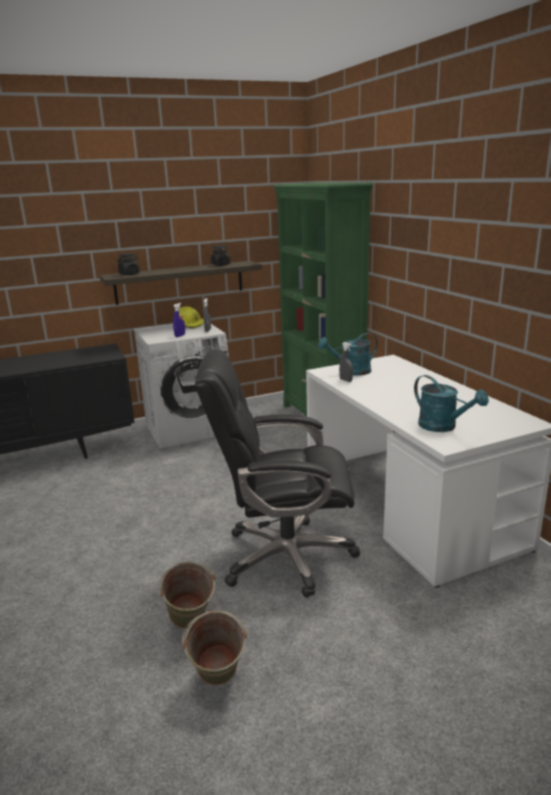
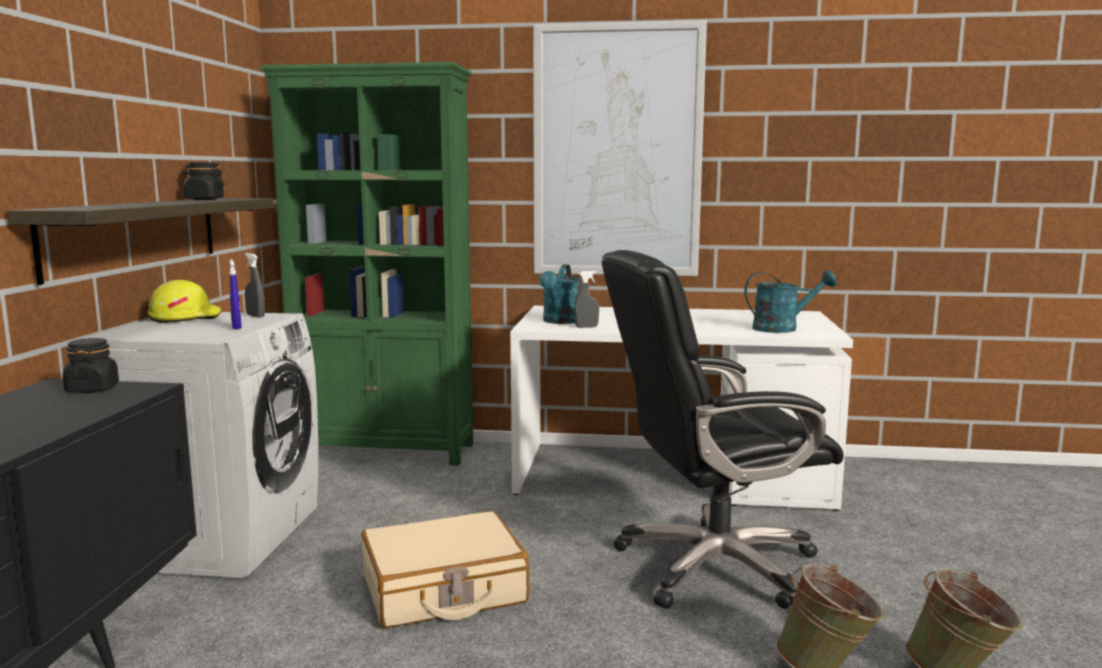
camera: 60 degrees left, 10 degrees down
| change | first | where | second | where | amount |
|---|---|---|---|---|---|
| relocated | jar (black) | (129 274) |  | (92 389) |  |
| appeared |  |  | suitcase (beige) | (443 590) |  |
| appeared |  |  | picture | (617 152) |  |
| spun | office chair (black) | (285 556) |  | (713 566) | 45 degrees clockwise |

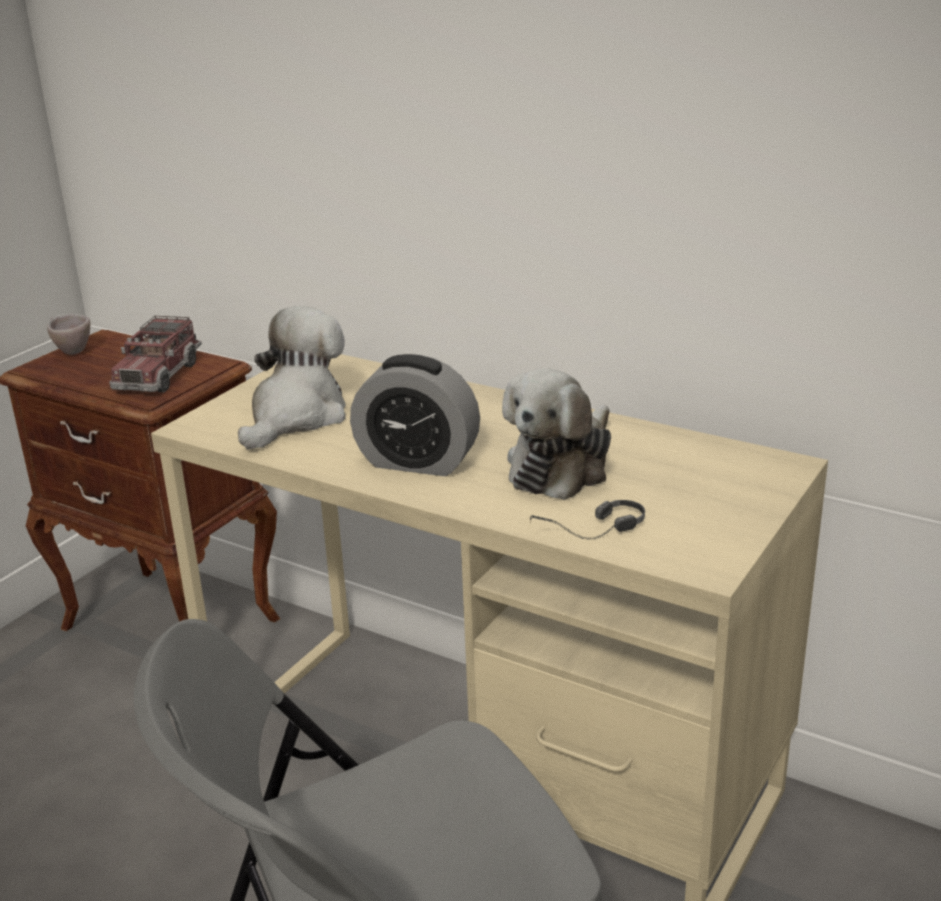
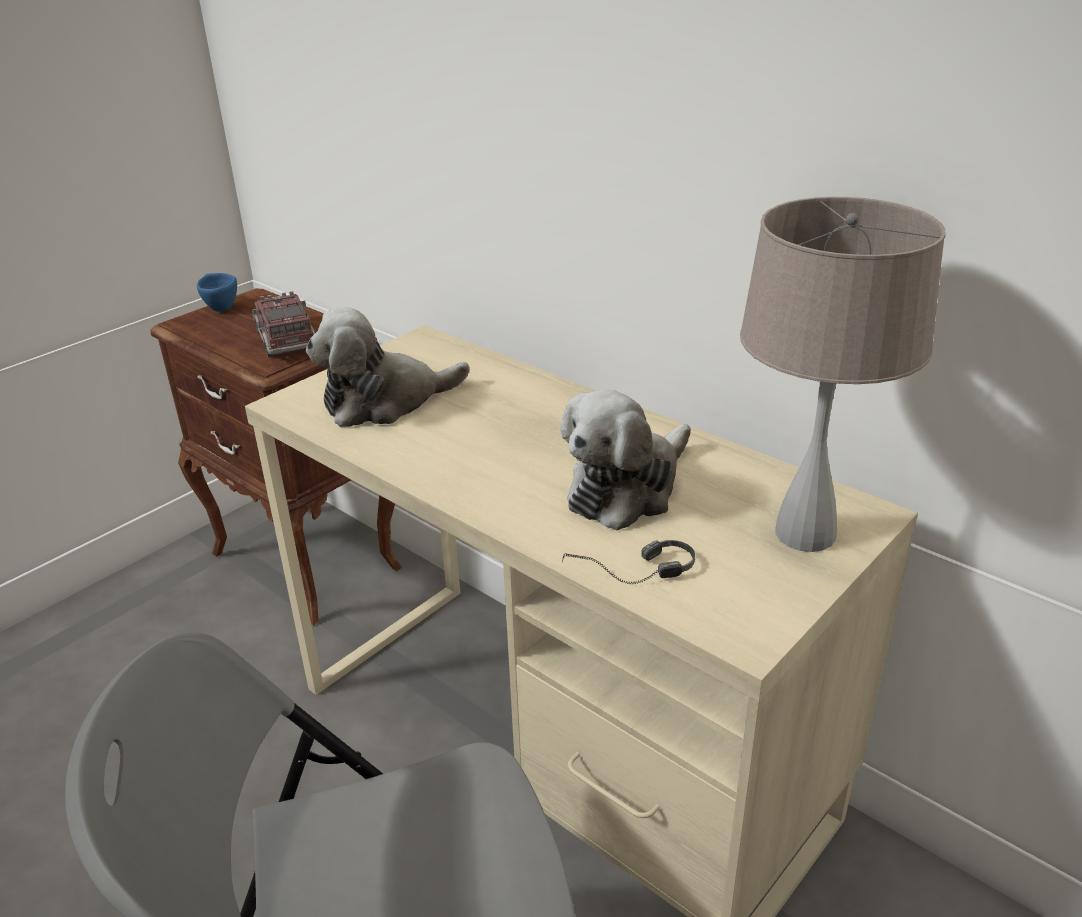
camera: 10 degrees right, 5 degrees up
| change | first | where | second | where | amount |
|---|---|---|---|---|---|
| colour | cup (beige) | (69 351) | cup (blue) | (219 307) |  |
| spun | toy truck | (158 375) |  | (286 340) | 135 degrees clockwise |
| spun | plush toy | (296 417) |  | (385 402) | 150 degrees counterclockwise |
| appeared |  |  | table lamp (beige) | (806 534) |  |
| missing | alarm clock | (417 462) |  |  |  |

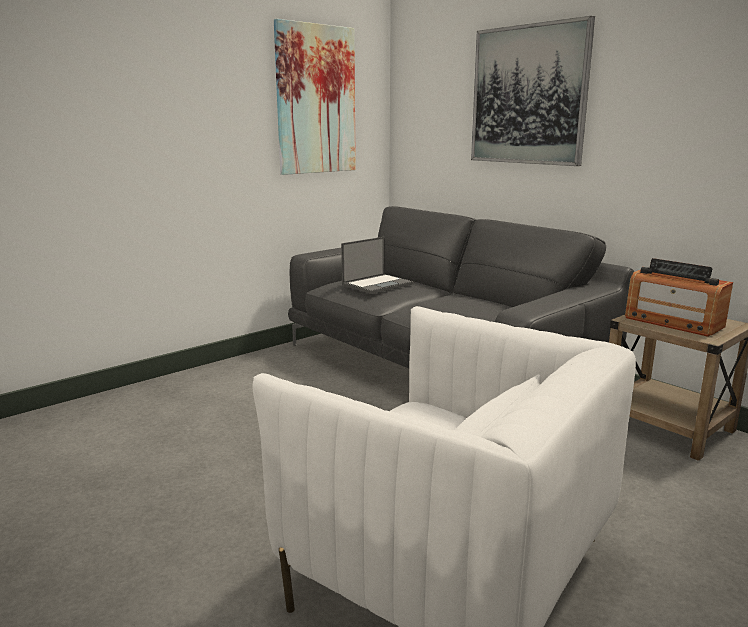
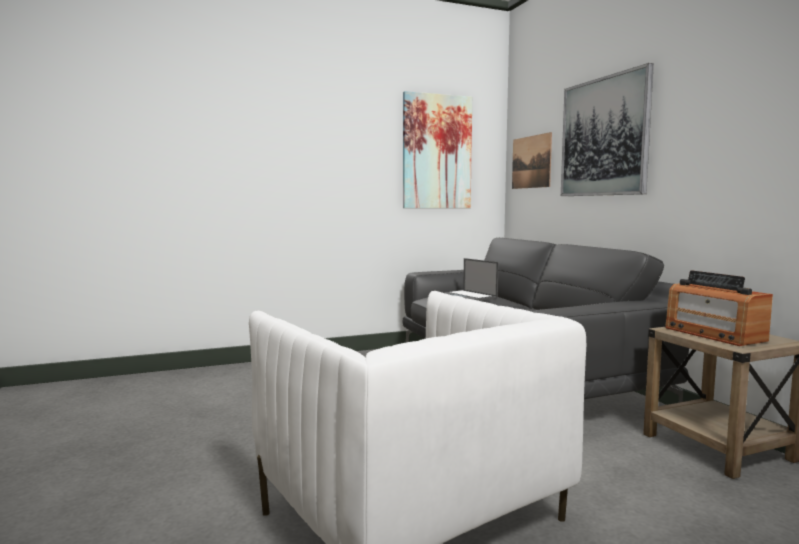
camera: 20 degrees right, 10 degrees down
| change | first | where | second | where | amount |
|---|---|---|---|---|---|
| spun | laptop | (378 284) |  | (467 297) | 75 degrees clockwise |
| appeared |  |  | picture | (531 162) |  |

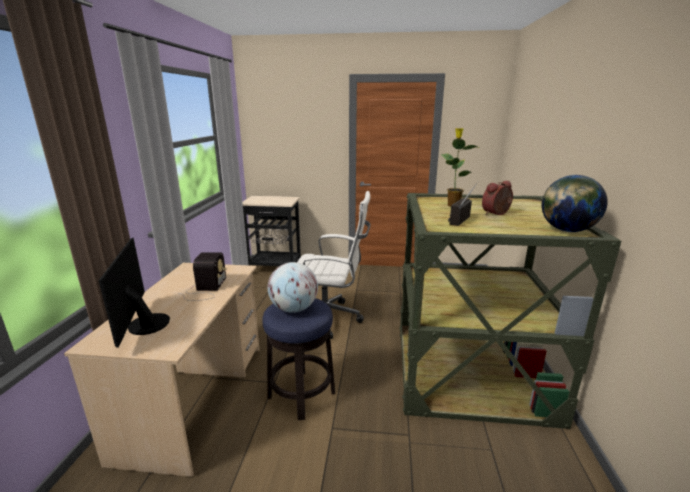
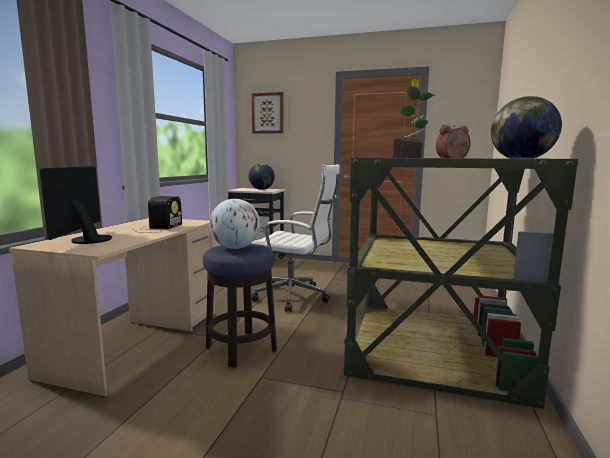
camera: 10 degrees right, 10 degrees down
| change | first | where | second | where | amount |
|---|---|---|---|---|---|
| appeared |  |  | globe | (261 189) |  |
| appeared |  |  | picture | (268 113) |  |

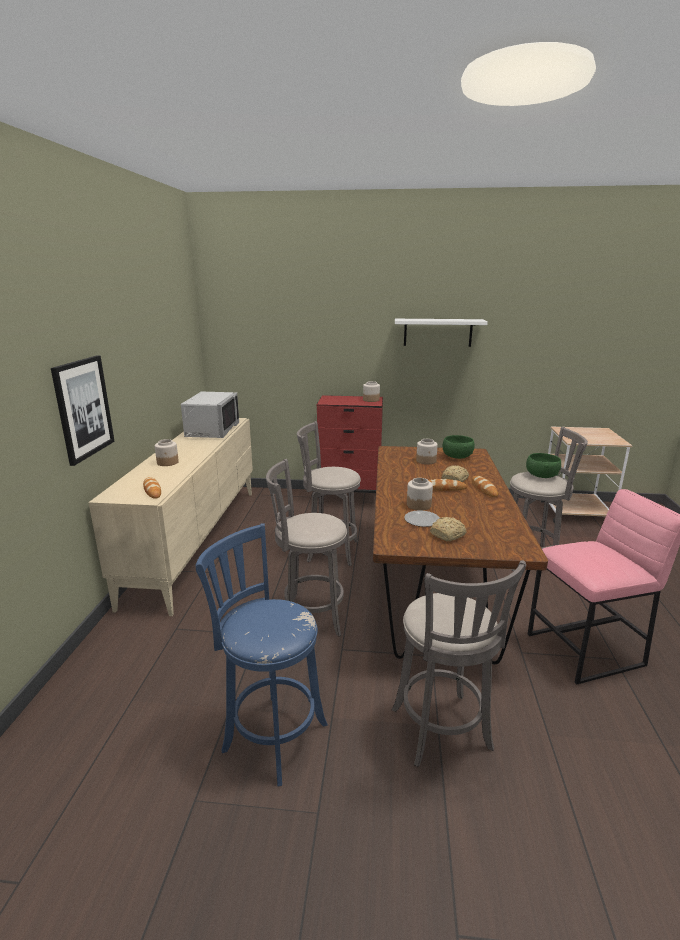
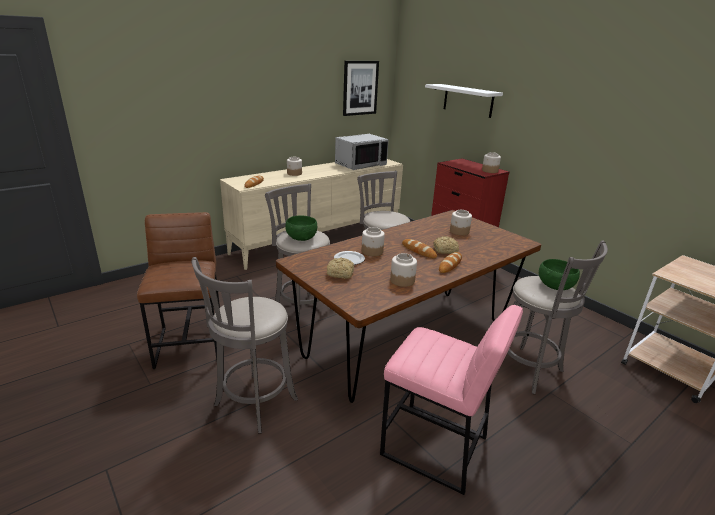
camera: 45 degrees right, 5 degrees up
| change | first | where | second | where | amount |
|---|---|---|---|---|---|
| exchanged | stool (blue) | (271 735) | chair (brown) | (190 343) |  |
| relocated | bowl (green) | (457 457) |  | (301 238) |  |
| relocated | picture | (83 408) |  | (360 88) |  |
| appeared |  |  | jar | (402 280) |  |
| relocated | shelf (white) | (437 332) |  | (468 100) |  |

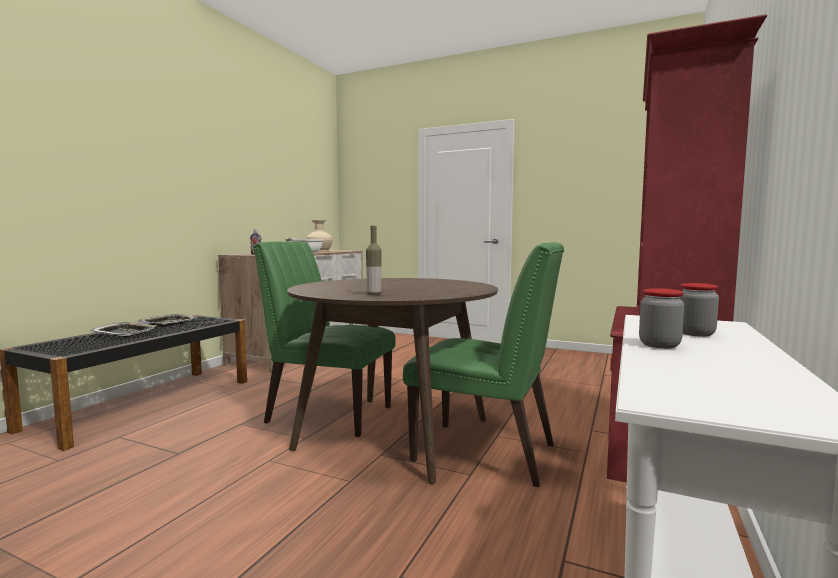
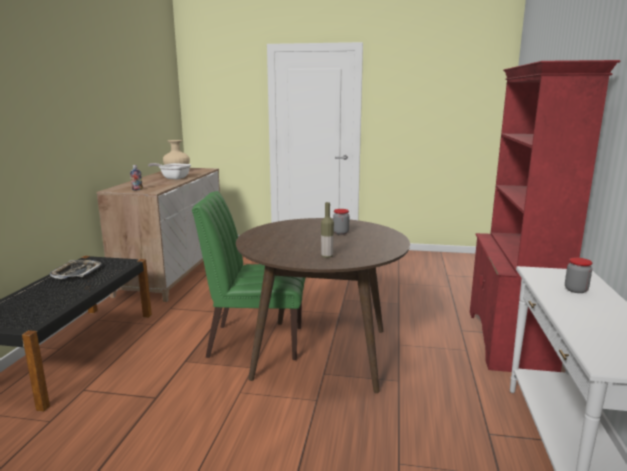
camera: 15 degrees left, 10 degrees up
| change | first | where | second | where | amount |
|---|---|---|---|---|---|
| relocated | jar | (659 345) |  | (341 232) |  |
| missing | tray | (125 334) |  |  |  |
| missing | chair (green) | (483 452) |  |  |  |

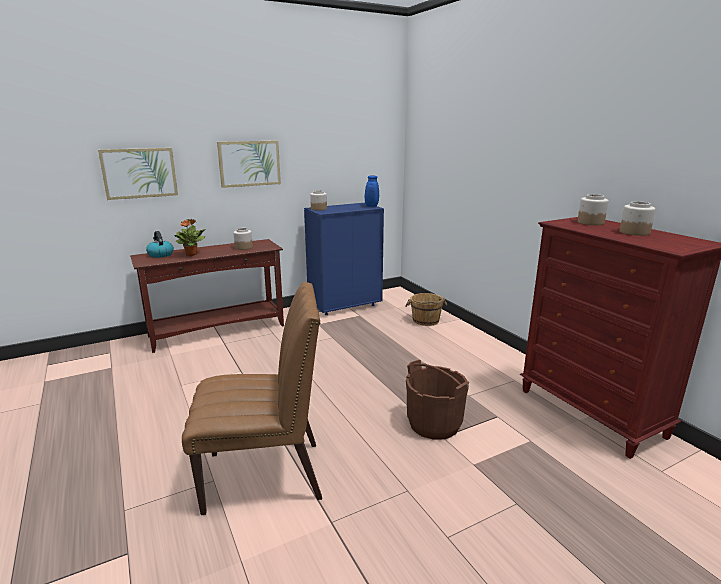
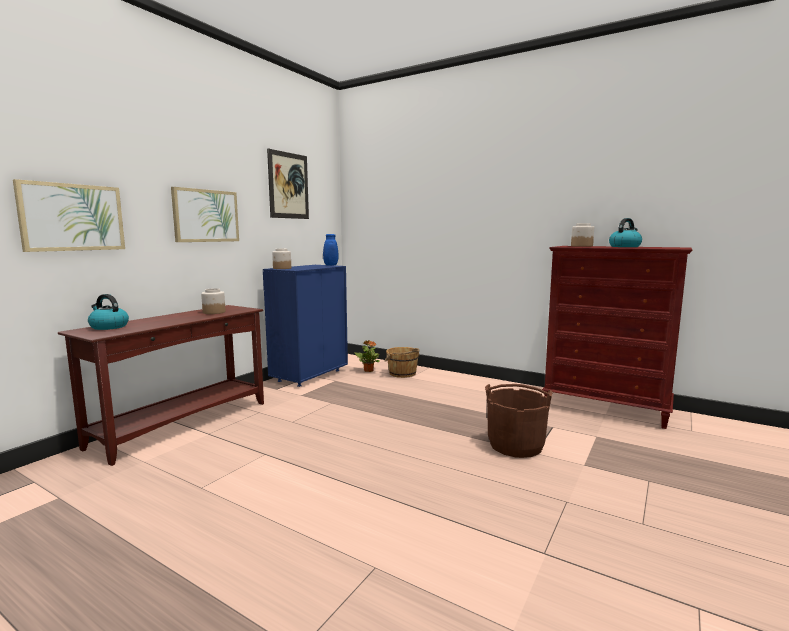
camera: 30 degrees left, 10 degrees down
| change | first | where | second | where | amount |
|---|---|---|---|---|---|
| appeared |  |  | picture | (288 185) |  |
| relocated | potted plant | (192 254) |  | (368 370) |  |
| exchanged | jar | (634 232) | kettle | (624 246) |  |
| missing | chair (brown) | (263 476) |  |  |  |

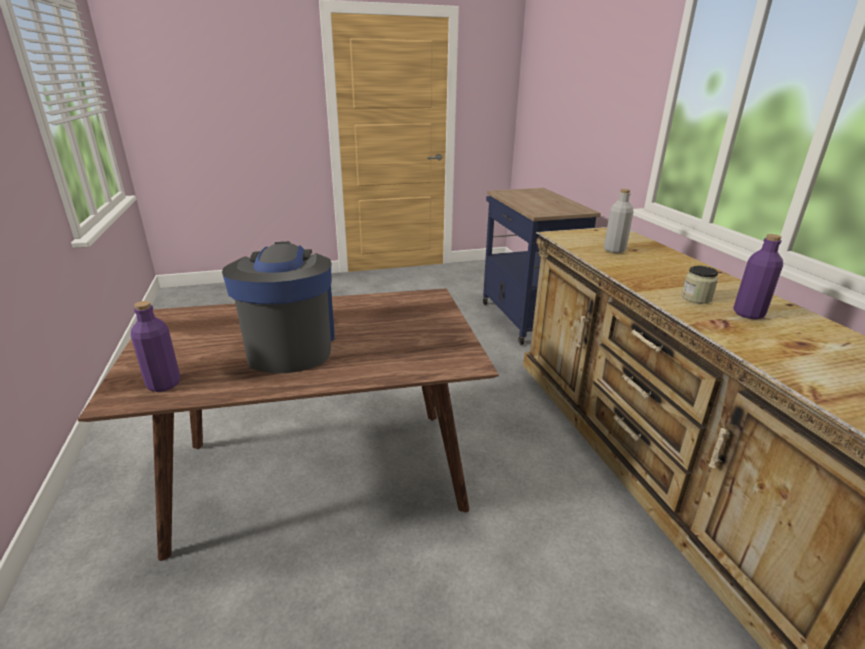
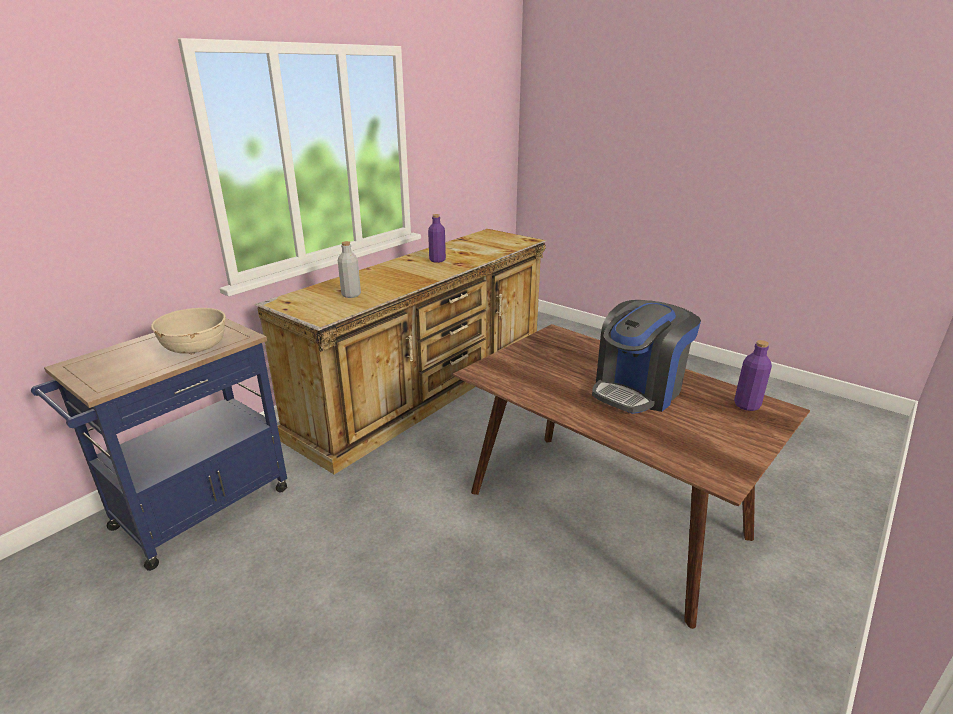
camera: 125 degrees left, 0 degrees up
| change | first | where | second | where | amount |
|---|---|---|---|---|---|
| appeared |  |  | bowl (beige) | (196 348) |  |
| missing | jar | (696 298) |  |  |  |

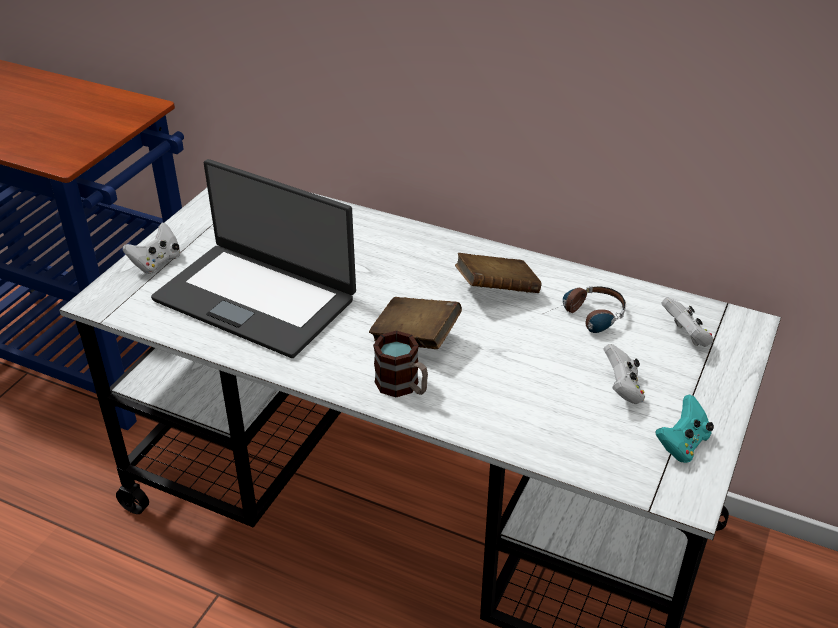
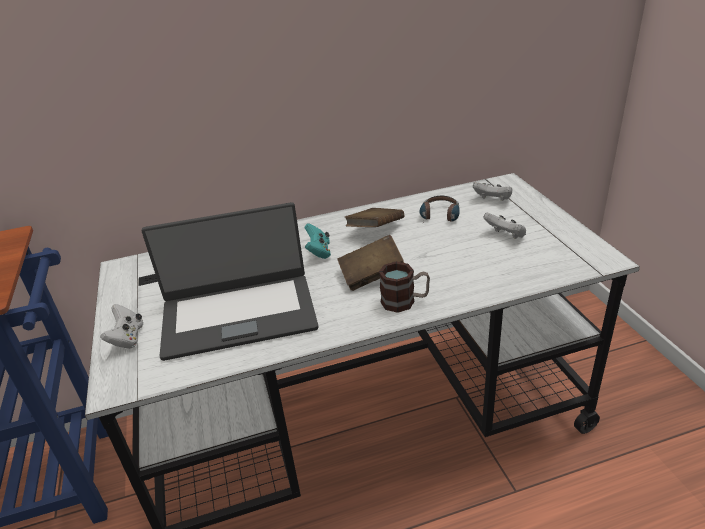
camera: 40 degrees left, 5 degrees down
| change | first | where | second | where | amount |
|---|---|---|---|---|---|
| relocated | game controller (turquoise) | (682 444) |  | (319 252) |  |

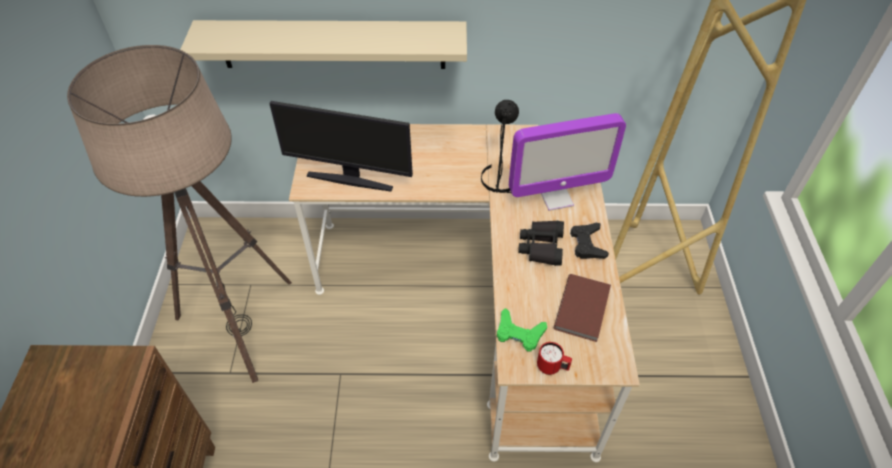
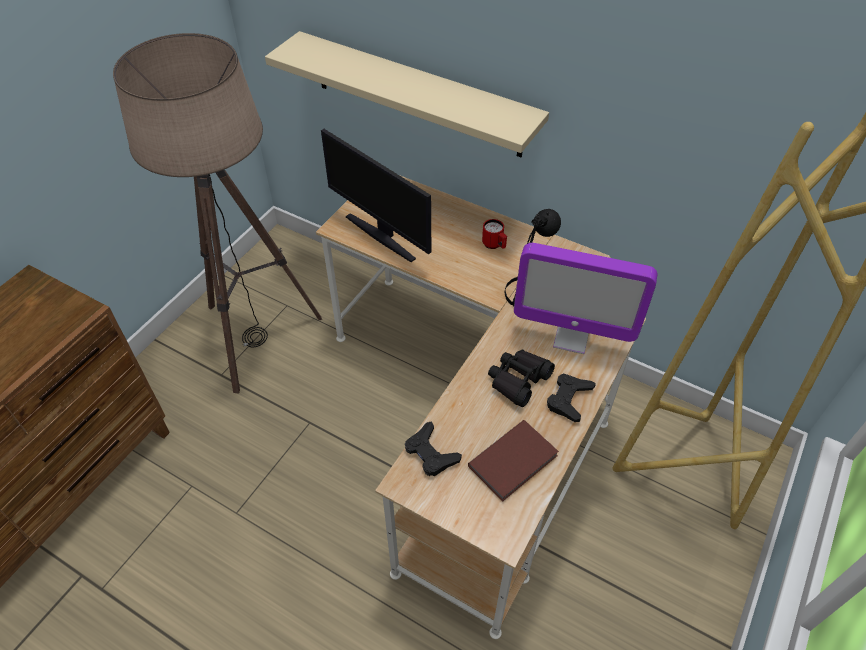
camera: 30 degrees right, 0 degrees up
| change | first | where | second | where | amount |
|---|---|---|---|---|---|
| colour | game controller (green) | (519 333) | game controller (black) | (431 453) |  |
| relocated | mug (red) | (552 367) |  | (494 245) |  |

